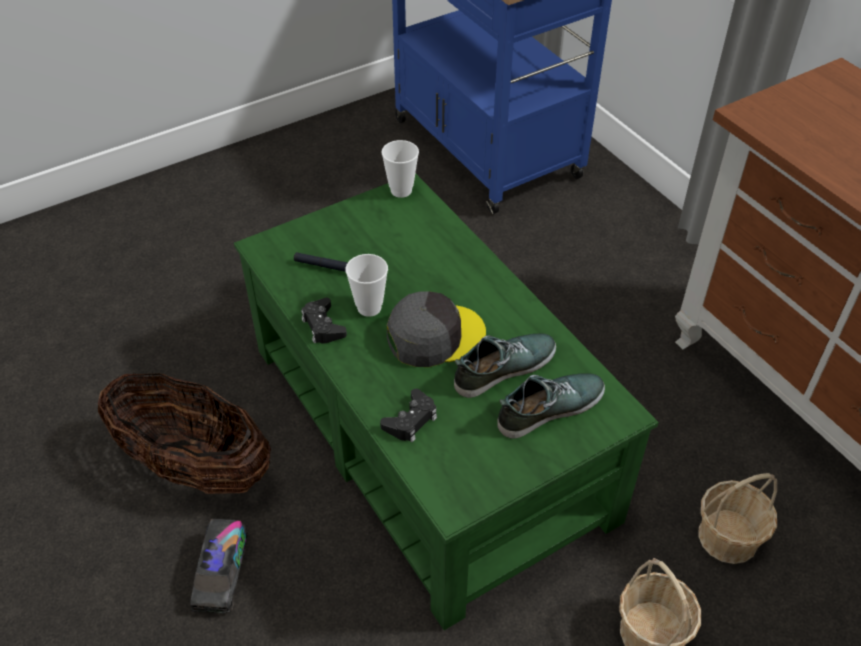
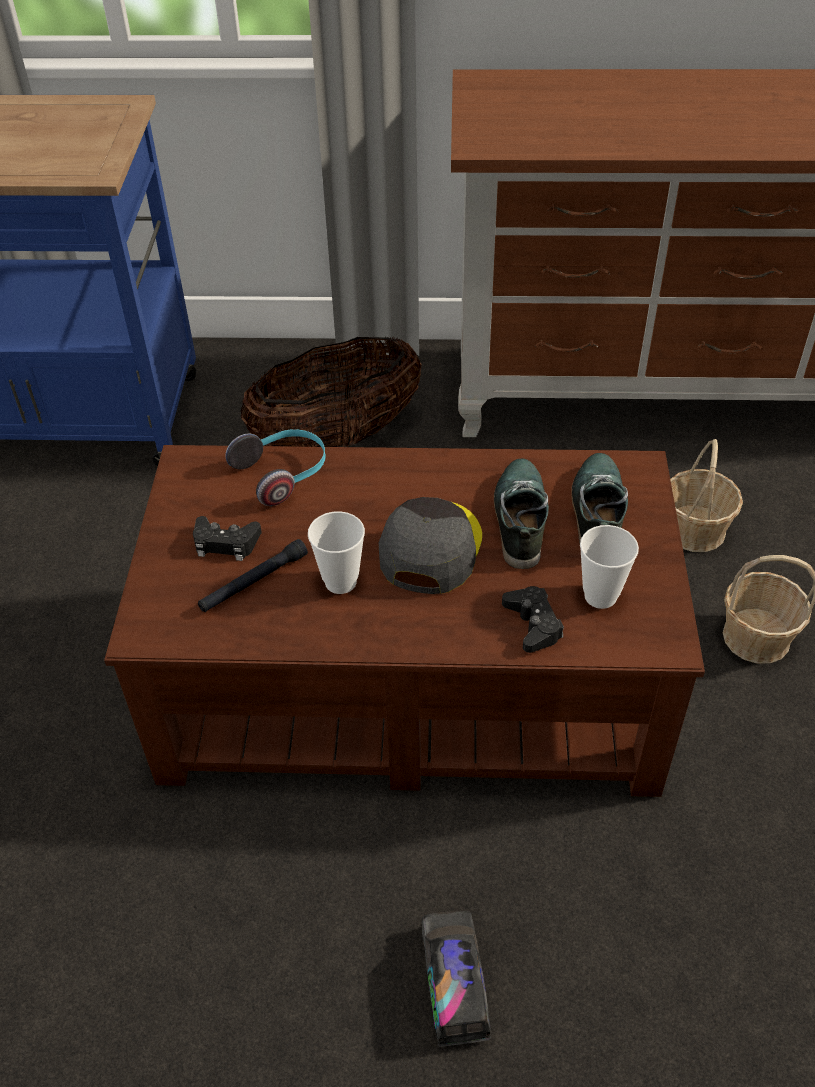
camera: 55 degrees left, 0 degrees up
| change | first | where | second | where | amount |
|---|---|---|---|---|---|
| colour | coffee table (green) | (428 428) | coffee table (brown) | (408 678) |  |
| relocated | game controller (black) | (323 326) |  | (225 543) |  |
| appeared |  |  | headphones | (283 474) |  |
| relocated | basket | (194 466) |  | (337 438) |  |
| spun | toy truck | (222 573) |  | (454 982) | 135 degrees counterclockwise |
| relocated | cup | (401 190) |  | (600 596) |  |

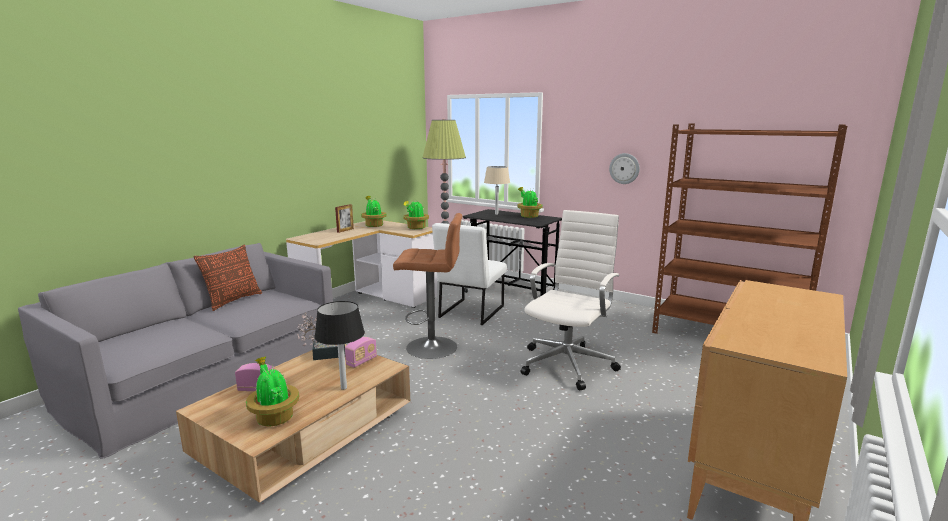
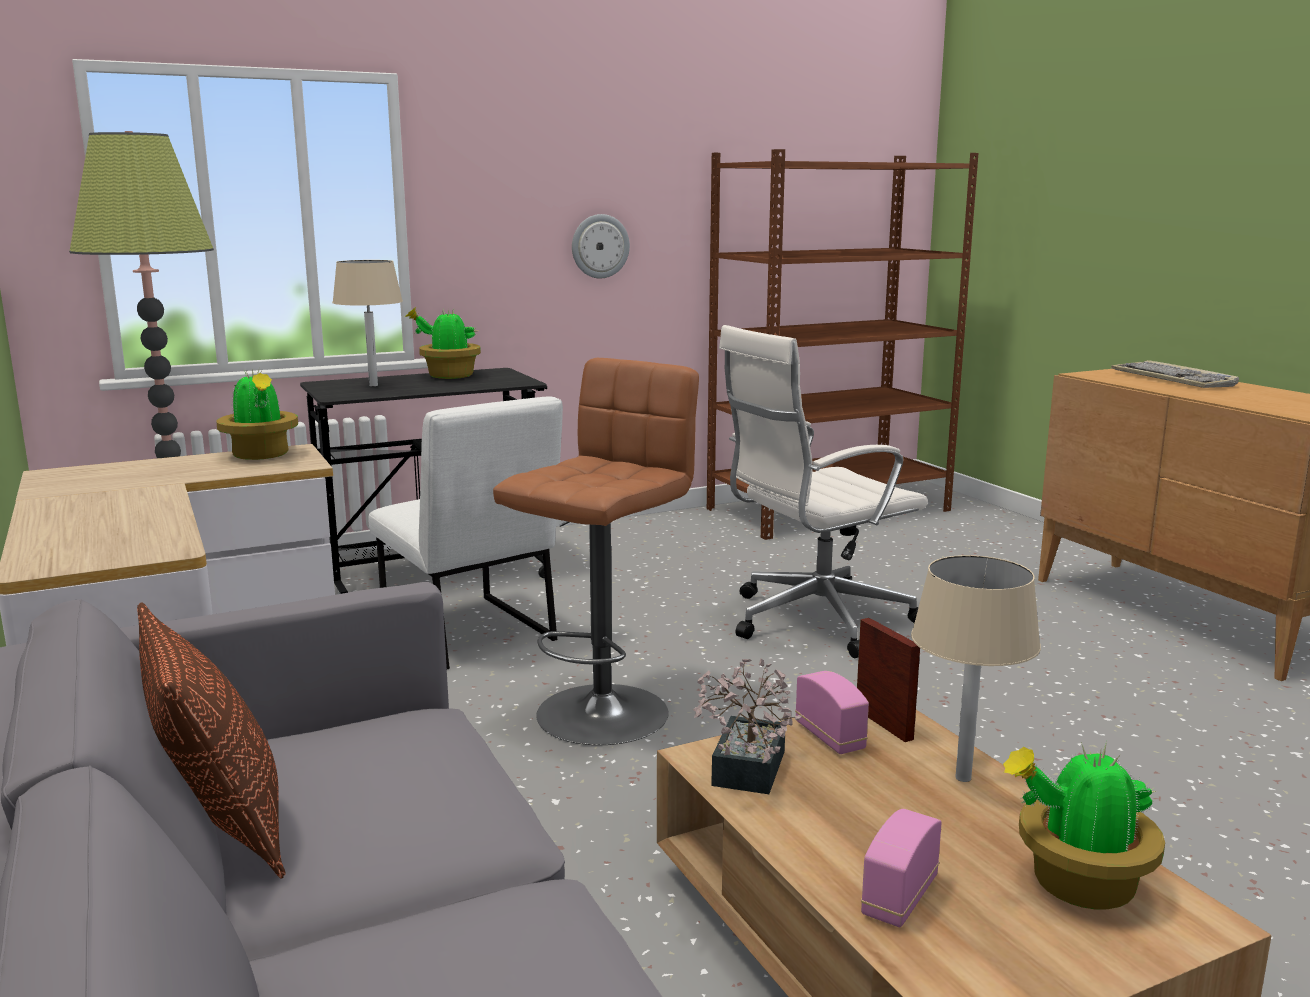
camera: 60 degrees left, 0 degrees up
| change | first | where | second | where | amount |
|---|---|---|---|---|---|
| spun | office chair (white) | (568 363) |  | (814 620) | 90 degrees counterclockwise |
| relocated | picture frame | (345 230) |  | (883 724) |  |
| colour | table lamp (black) | (343 388) | table lamp (beige) | (963 778) |  |
| appeared |  |  | keyboard | (1174 379) |  |
| missing | potted plant | (374 225) |  |  |  |

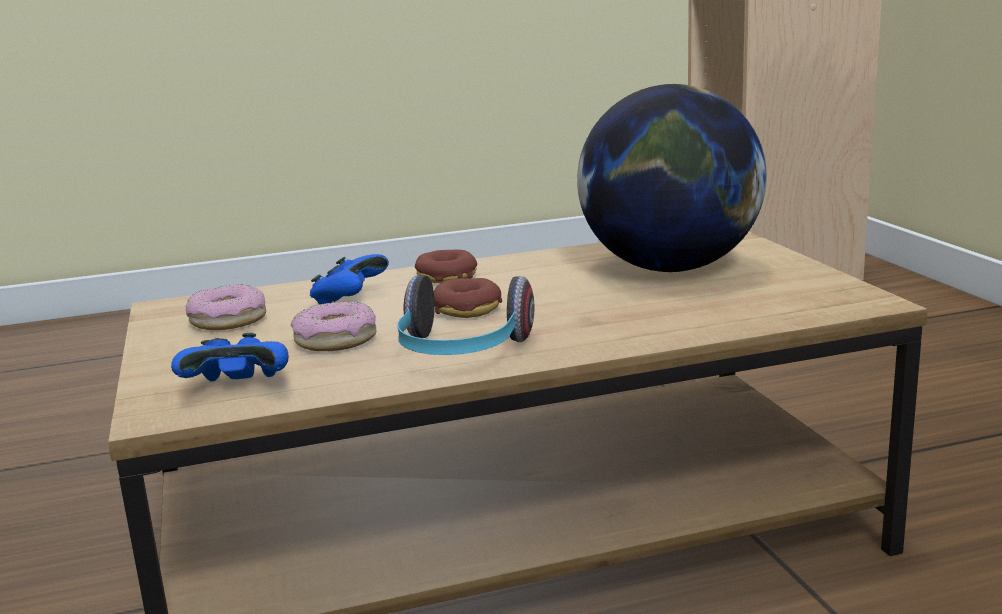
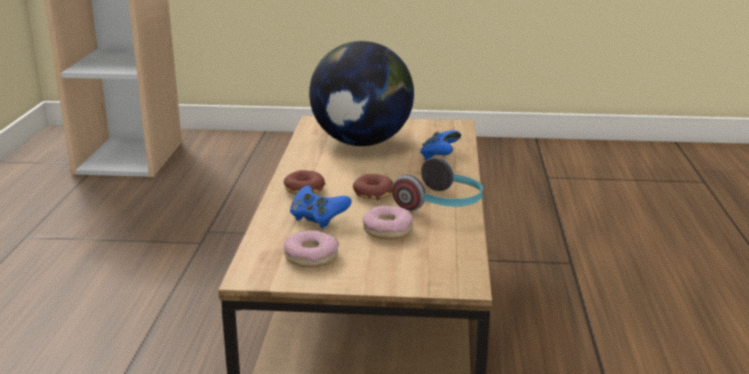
camera: 70 degrees left, 5 degrees up
| change | first | where | second | where | amount |
|---|---|---|---|---|---|
| relocated | game controller (blue) | (239 386) |  | (439 156) |  |

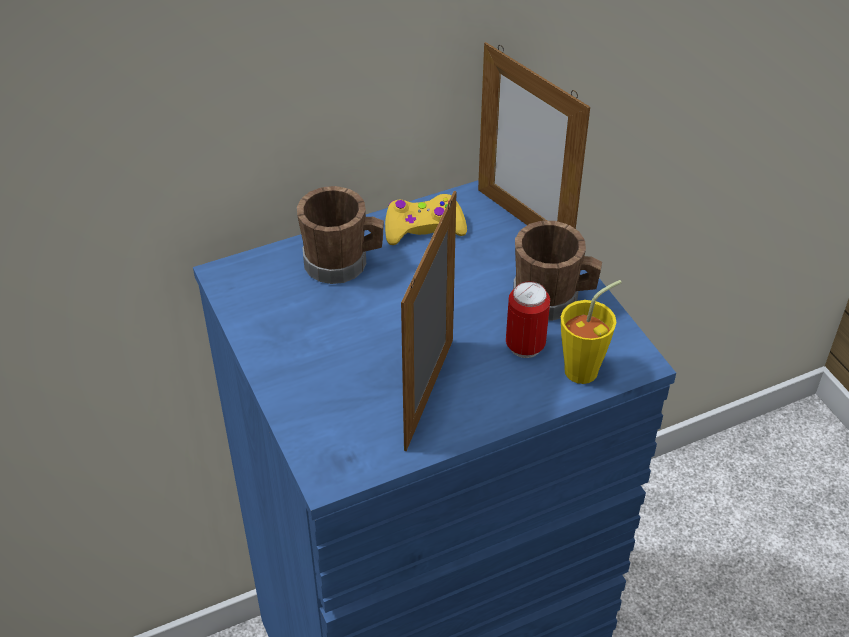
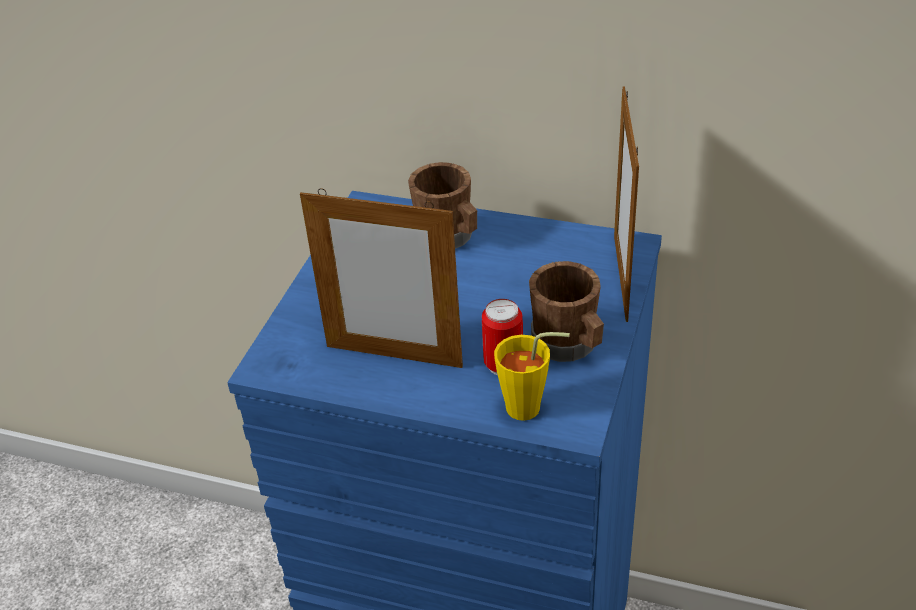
camera: 45 degrees right, 5 degrees down
| change | first | where | second | where | amount |
|---|---|---|---|---|---|
| spun | picture frame | (429 393) |  | (394 356) | 135 degrees counterclockwise |
| missing | game controller (yellow) | (423 228) |  |  |  |

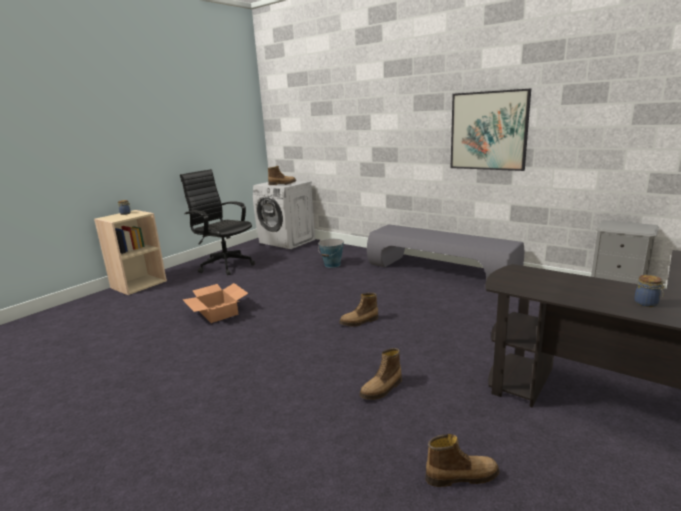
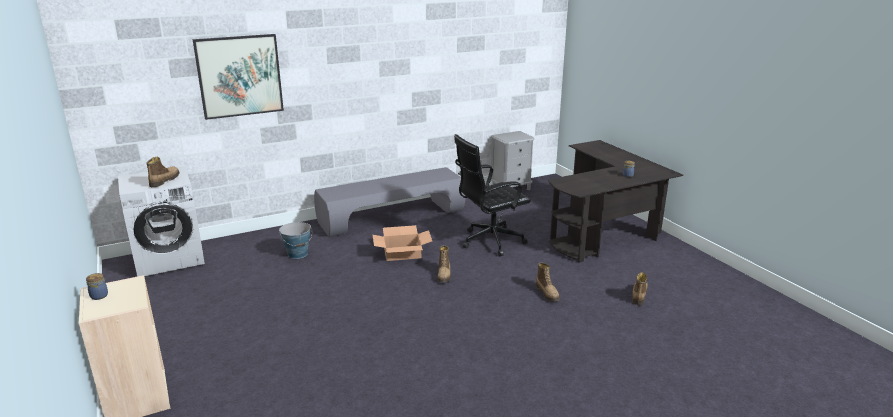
camera: 65 degrees left, 5 degrees up
| change | first | where | second | where | amount |
|---|---|---|---|---|---|
| relocated | picture | (488 131) |  | (239 76) |  |
| relocated | cardboard box | (218 312) |  | (402 253) |  |
| relocated | office chair (black) | (224 265) |  | (489 242) |  |

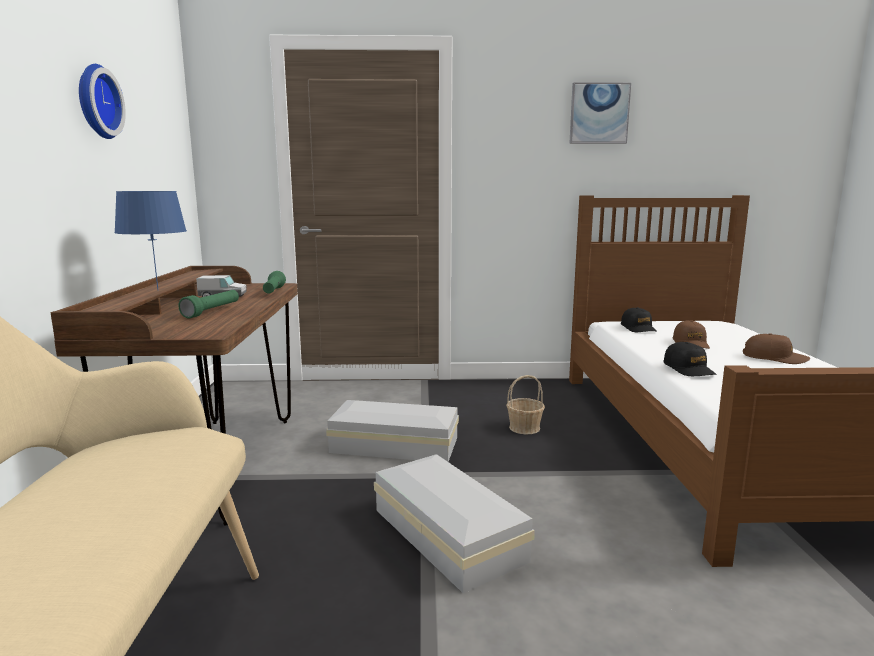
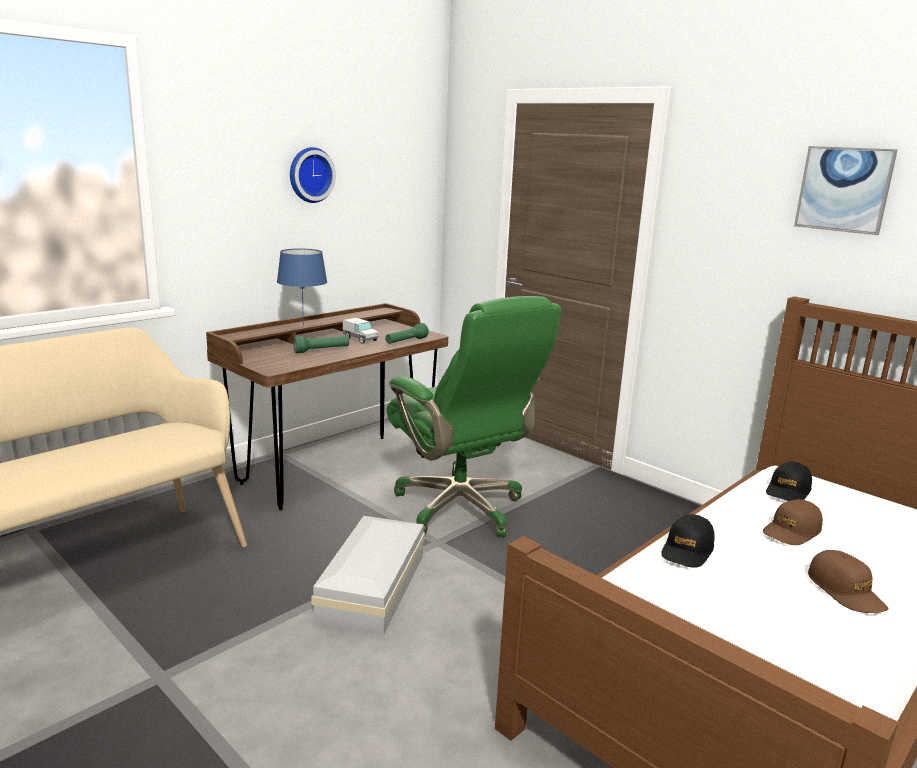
camera: 45 degrees right, 5 degrees up
| change | first | where | second | where | amount |
|---|---|---|---|---|---|
| exchanged | storage box (white) | (396 446) | office chair (green) | (460 511) |  |
| missing | basket | (525 428) |  |  |  |

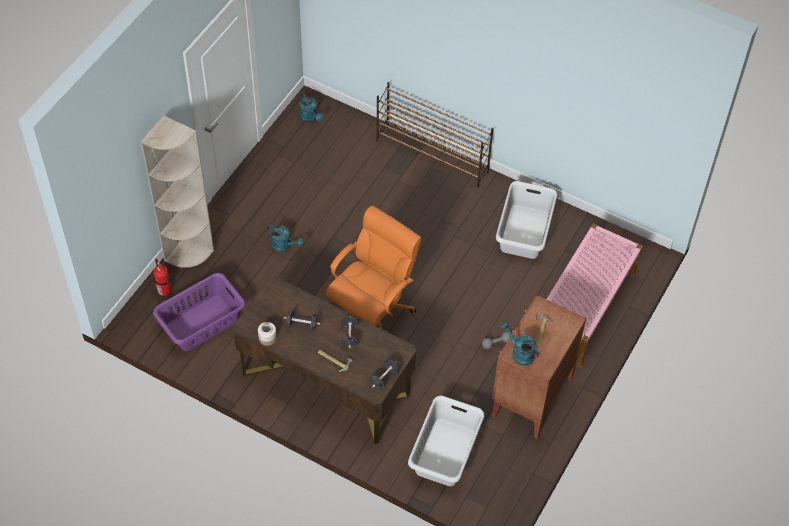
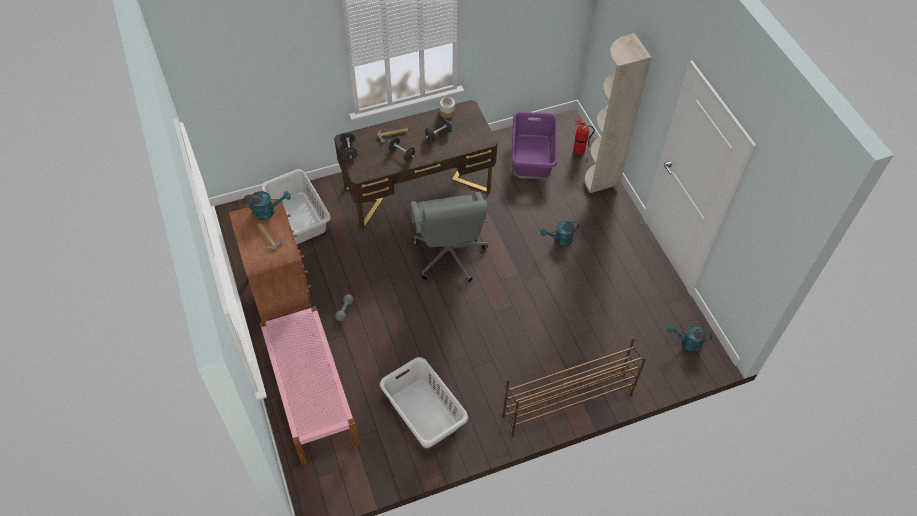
camera: 130 degrees right, 0 degrees up
| change | first | where | second | where | amount |
|---|---|---|---|---|---|
| colour | office chair (orange) | (372 311) | office chair (grey) | (449 254) |  |

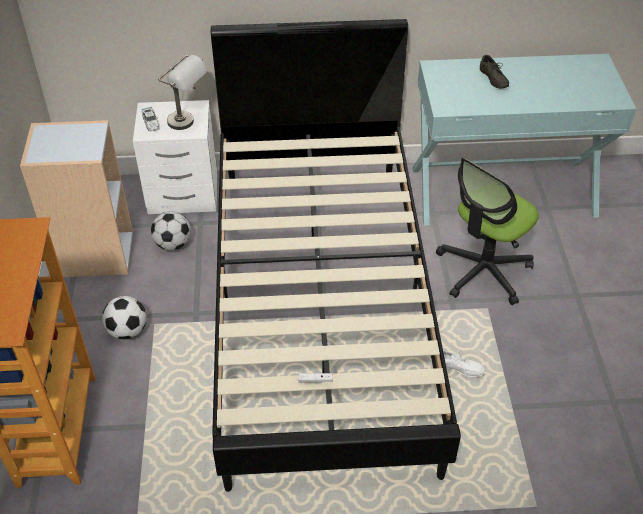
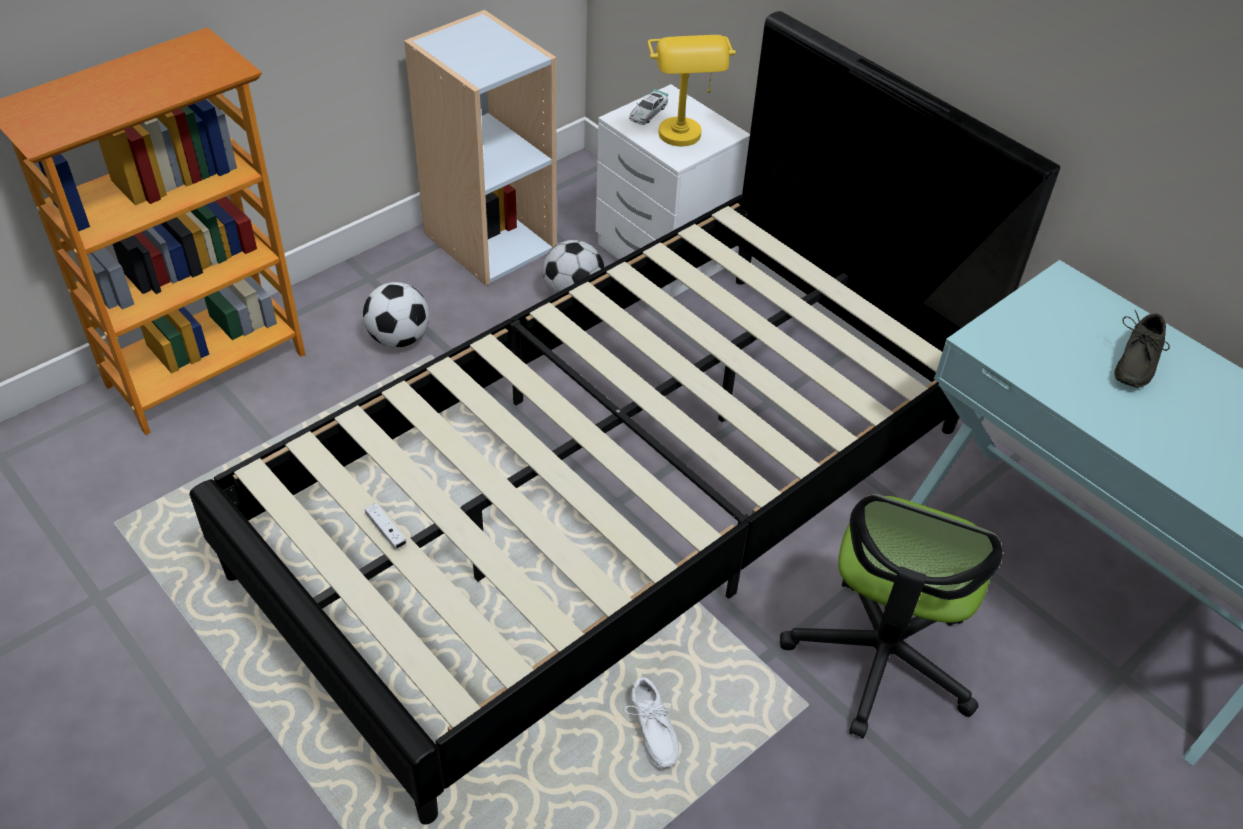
camera: 50 degrees right, 0 degrees up
| change | first | where | second | where | amount |
|---|---|---|---|---|---|
| colour | table lamp (grey) | (188 124) | table lamp (yellow) | (684 142) |  |
| spun | office chair | (483 271) |  | (881 657) | 75 degrees counterclockwise |

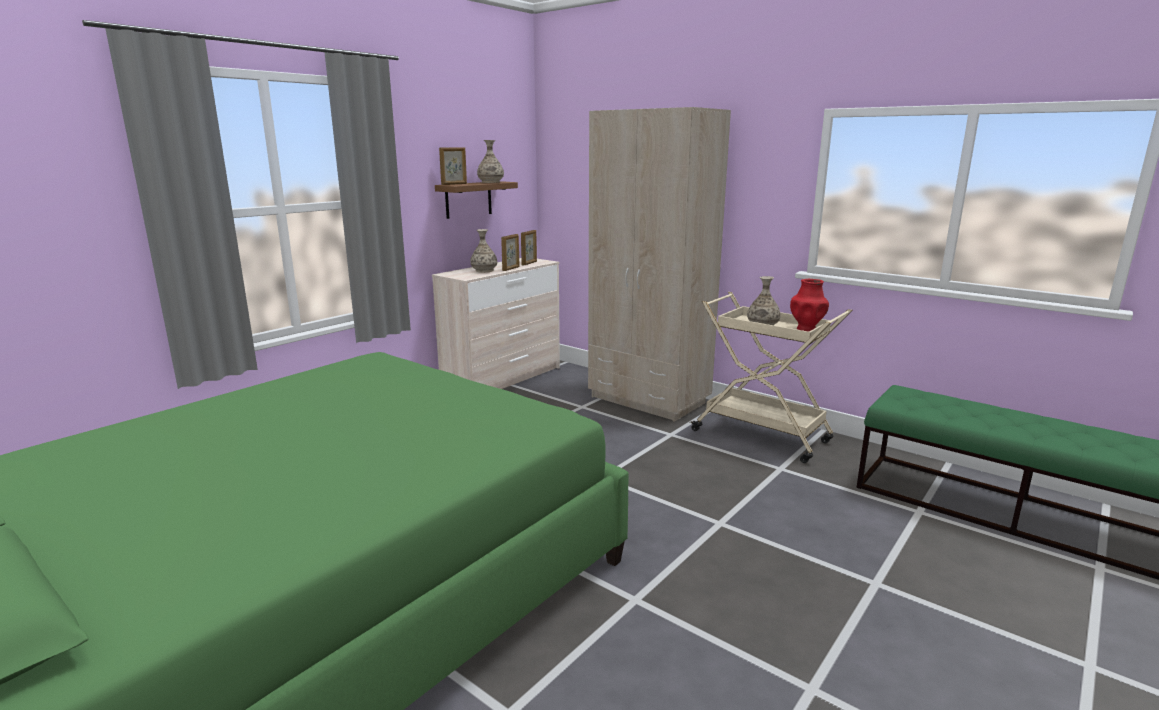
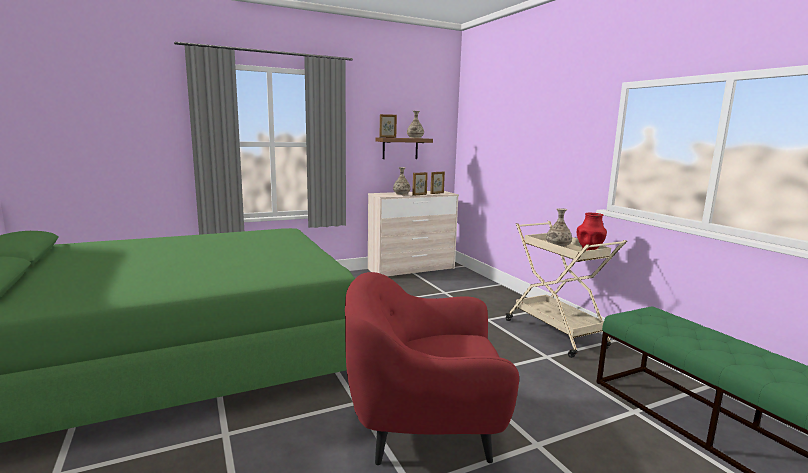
camera: 25 degrees right, 5 degrees down
| change | first | where | second | where | amount |
|---|---|---|---|---|---|
| appeared |  |  | armchair (red) | (423 428) |  |
| missing | wardrobe (beige) | (649 400) |  |  |  |

